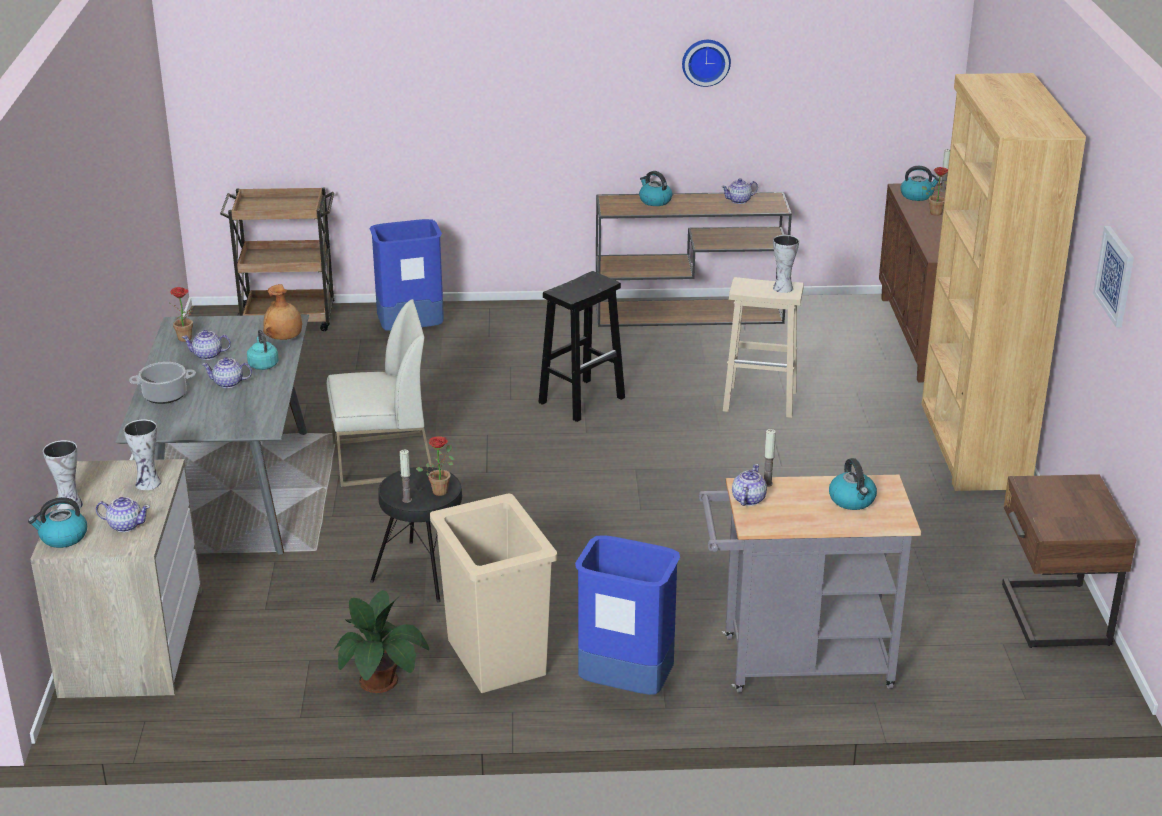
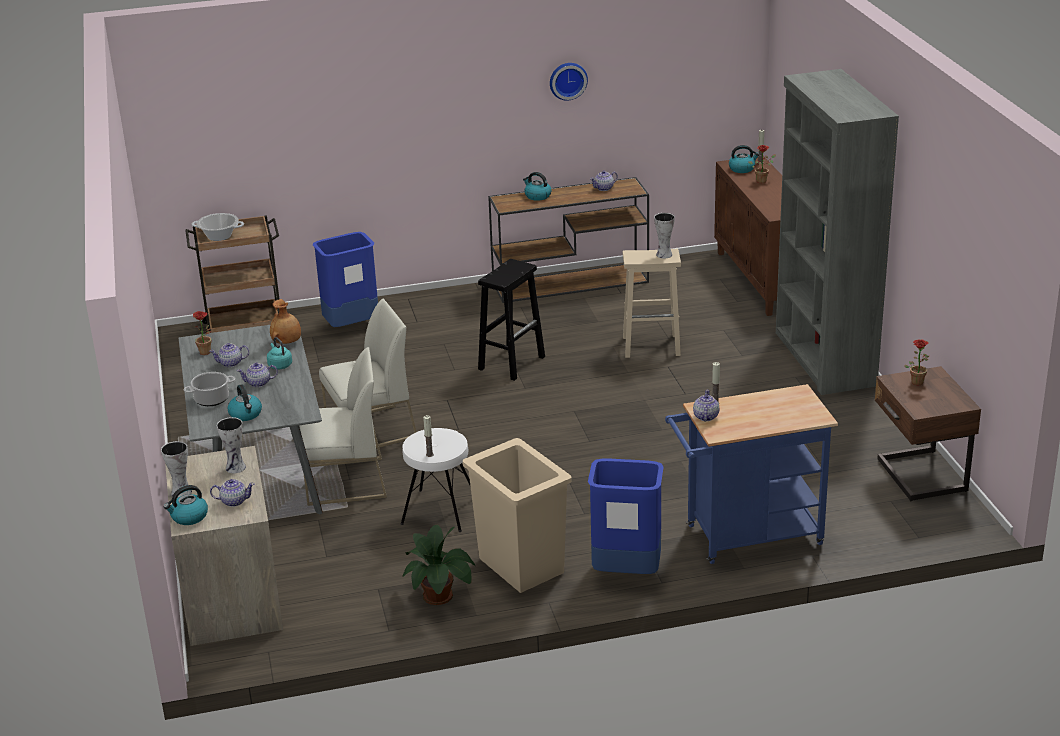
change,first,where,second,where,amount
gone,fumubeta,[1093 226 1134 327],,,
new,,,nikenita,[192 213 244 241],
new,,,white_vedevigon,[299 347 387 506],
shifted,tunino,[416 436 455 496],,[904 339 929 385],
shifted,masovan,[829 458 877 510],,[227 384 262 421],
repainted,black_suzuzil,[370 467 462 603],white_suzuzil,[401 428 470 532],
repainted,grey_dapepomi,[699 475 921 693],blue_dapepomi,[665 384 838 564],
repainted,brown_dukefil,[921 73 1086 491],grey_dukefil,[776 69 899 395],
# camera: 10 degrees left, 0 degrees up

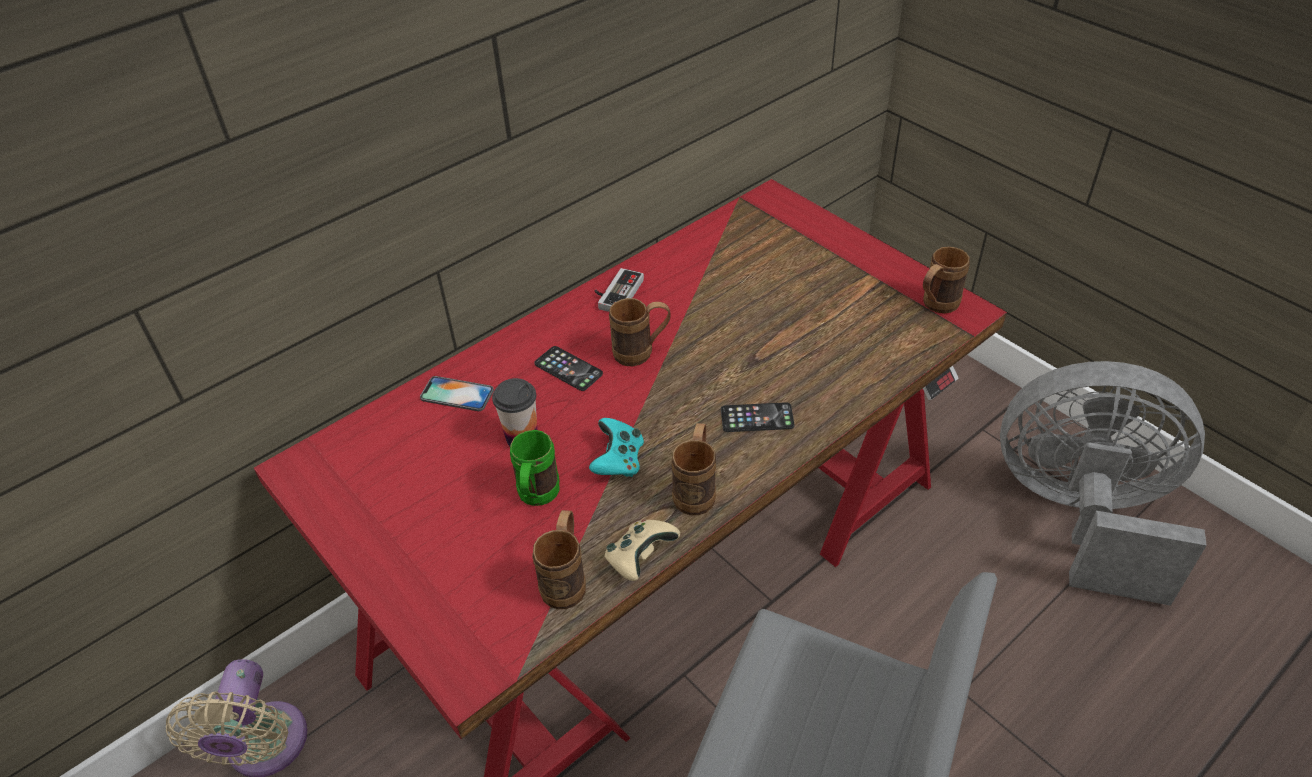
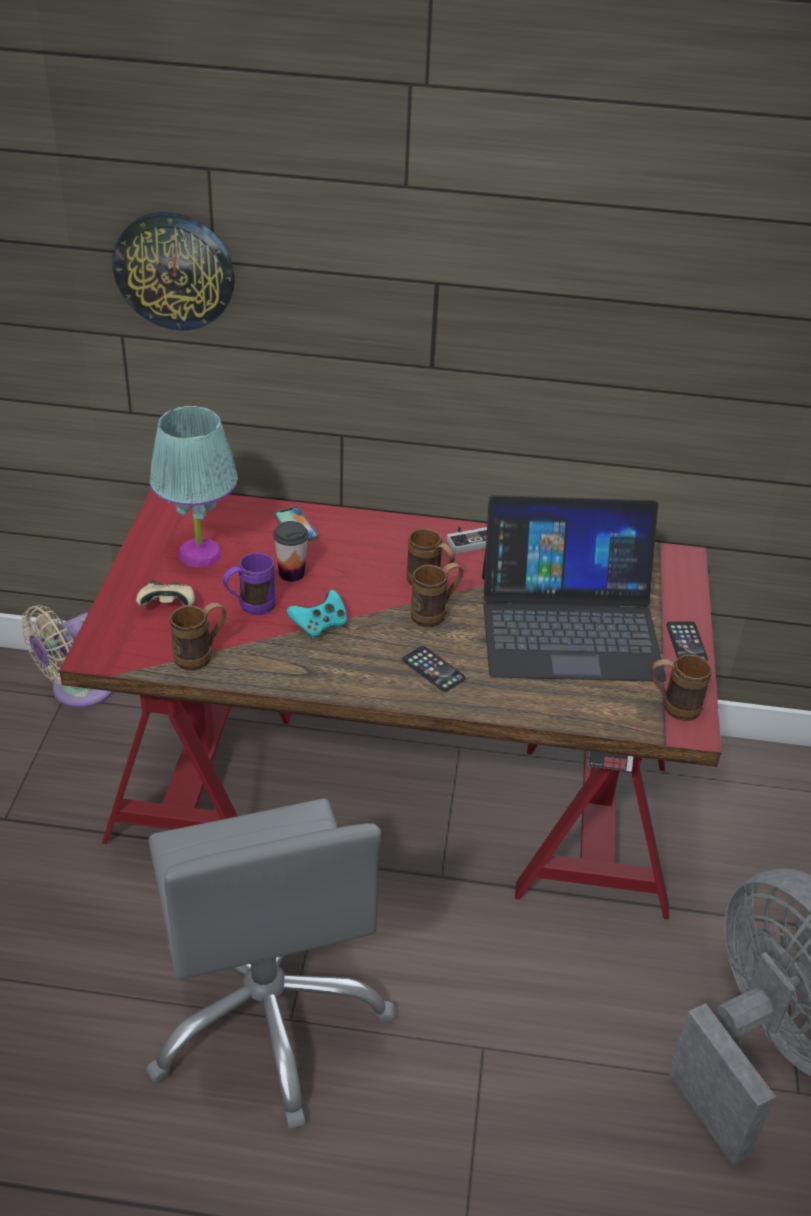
change,first,where,second,where,amount
new,,,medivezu,[112 212 235 331],
new,,,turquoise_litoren,[150 406 238 568],
new,,,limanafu,[482 495 666 682],
shifted,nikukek,[534 346 603 391],,[666 621 708 662],
shifted,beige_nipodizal,[604 519 680 581],,[136 580 195 606],
shifted,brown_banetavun,[671 423 716 515],,[411 563 464 627],
repainted,green_banetavun,[510 430 560 506],purple_banetavun,[223 553 276 615],
# camera: 45 degrees right, 5 degrees down

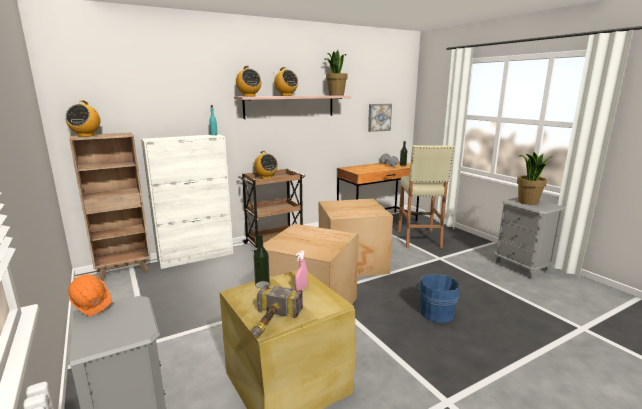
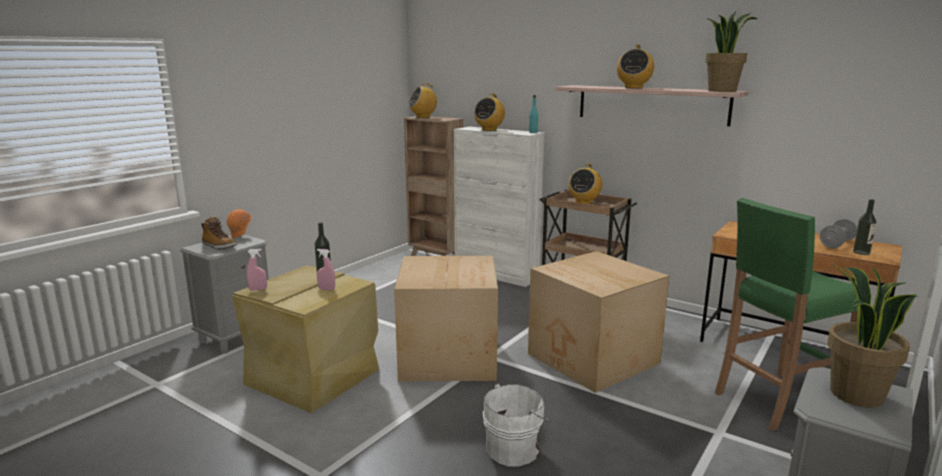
change,first,where,second,where,amount
gone,fumubeta,[368 104 392 132],,,
new,,,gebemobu,[201 217 237 250],
shifted,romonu,[236 66 261 97],,[474 93 505 131],
swapped,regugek,[252 284 303 336],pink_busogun,[247 249 267 290],
repainted,beige_suzuzil,[398 145 454 248],green_suzuzil,[715 198 858 431],
repainted,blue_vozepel,[417 274 459 323],white_vozepel,[483 384 550 467],
# camera: 65 degrees right, 0 degrees up

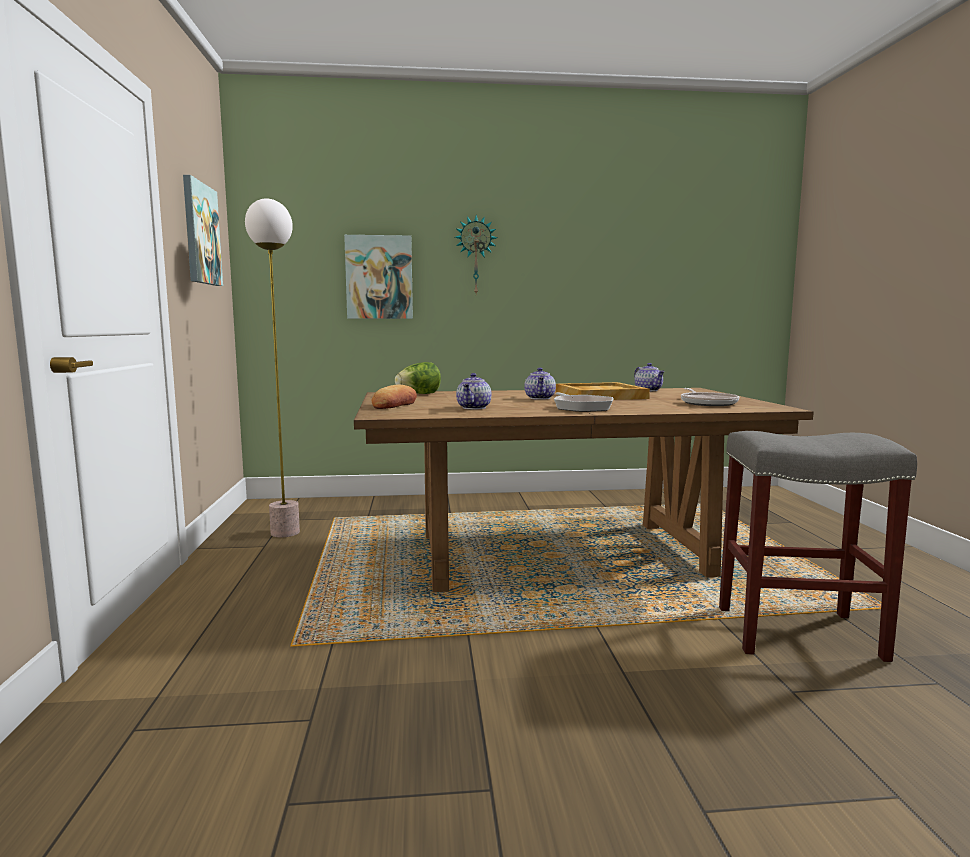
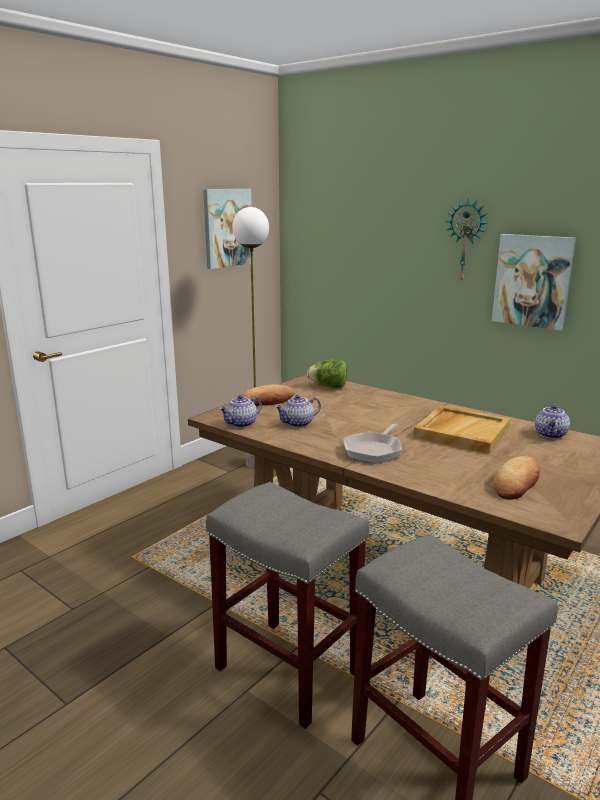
change,first,where,second,where,amount
new,,,grey_suzuzil,[206 482 369 729],
shifted,fumubeta,[344 235 413 319],,[492 234 576 331],
shifted,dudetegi,[524 368 556 400],,[219 395 262 428],
swapped,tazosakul,[681 388 739 406],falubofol,[493 456 540 500],
# camera: 45 degrees right, 10 degrees up

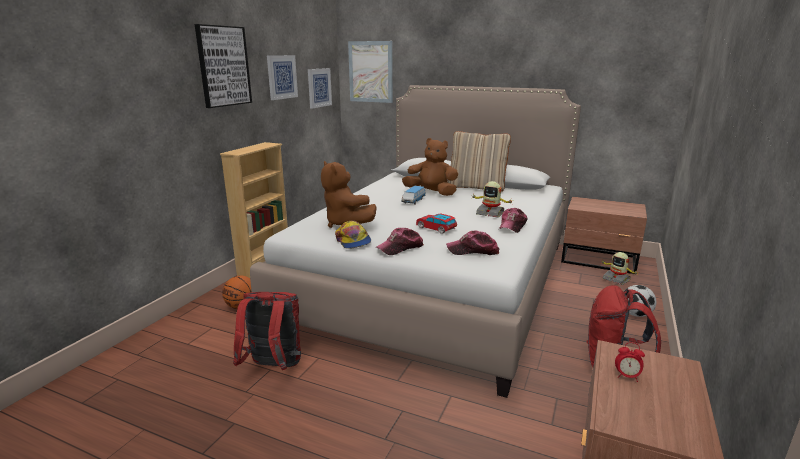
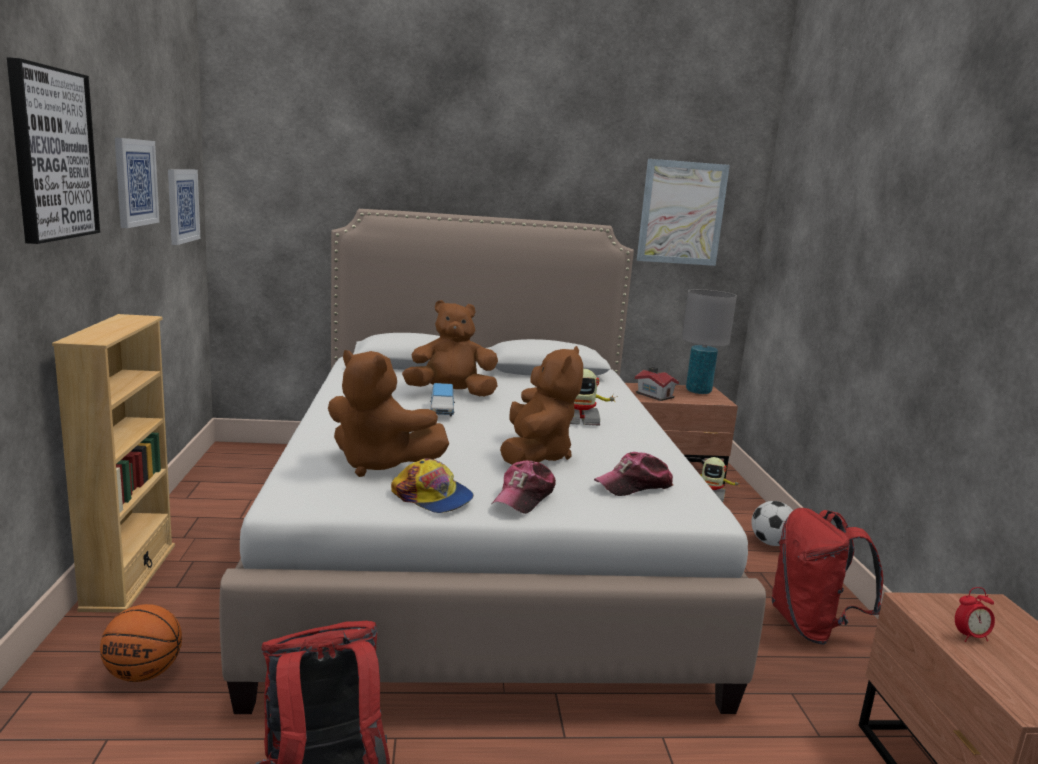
change,first,where,second,where,amount
gone,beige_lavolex,[448 131 511 192],,,
gone,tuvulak,[499 208 527 233],,,
new,,,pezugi,[635 367 679 401],
new,,,grey_litoren,[682 289 737 394],
shifted,fumubeta,[348 41 393 103],,[637 159 730 266],
swapped,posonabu,[416 213 457 234],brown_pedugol,[500 346 583 465],
# camera: 30 degrees left, 5 degrees down

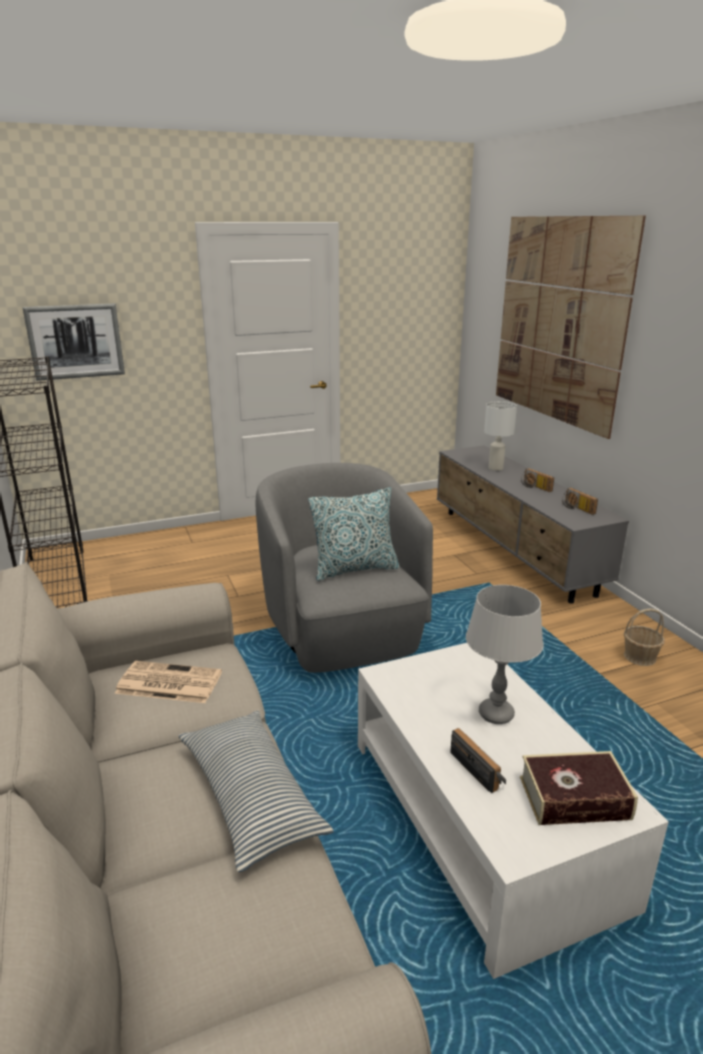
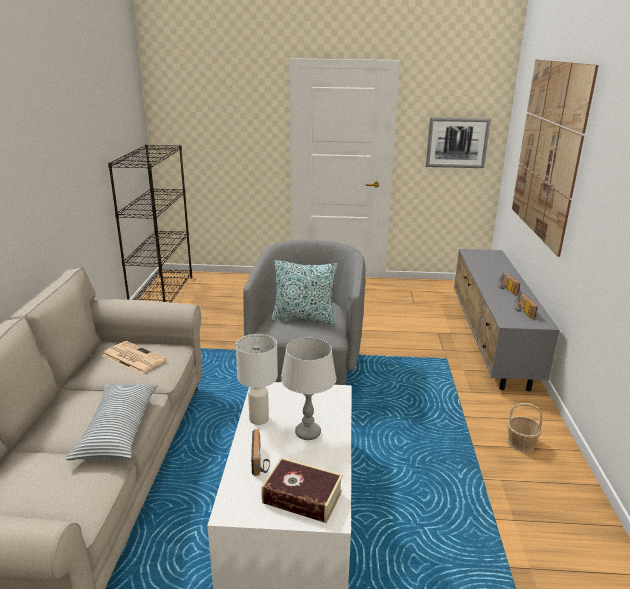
change,first,where,second,where,amount
shifted,fumubeta,[22 304 125 381],,[426 117 491 168],
shifted,white_litoren,[484 401 517 471],,[236 334 278 425],
# camera: 25 degrees right, 0 degrees up

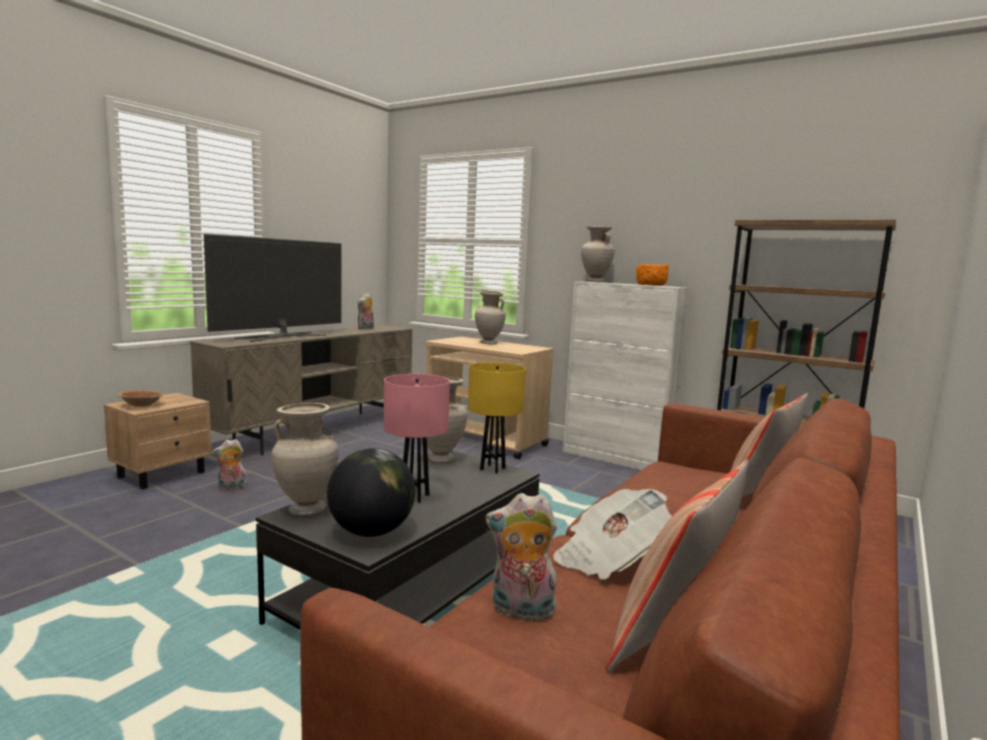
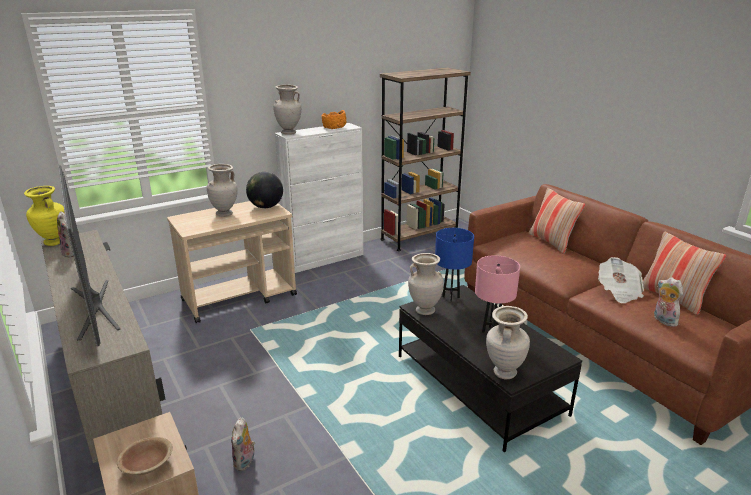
change,first,where,second,where,amount
new,,,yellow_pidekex,[24 186 64 246],
shifted,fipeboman,[327 448 415 537],,[246 172 283 208],
repainted,yellow_litoren,[468 362 526 474],blue_litoren,[435 228 474 302],
rotated,pedugol,[486 493 558 625],,[654 277 683 327],120 degrees clockwise
# camera: 65 degrees left, 15 degrees up

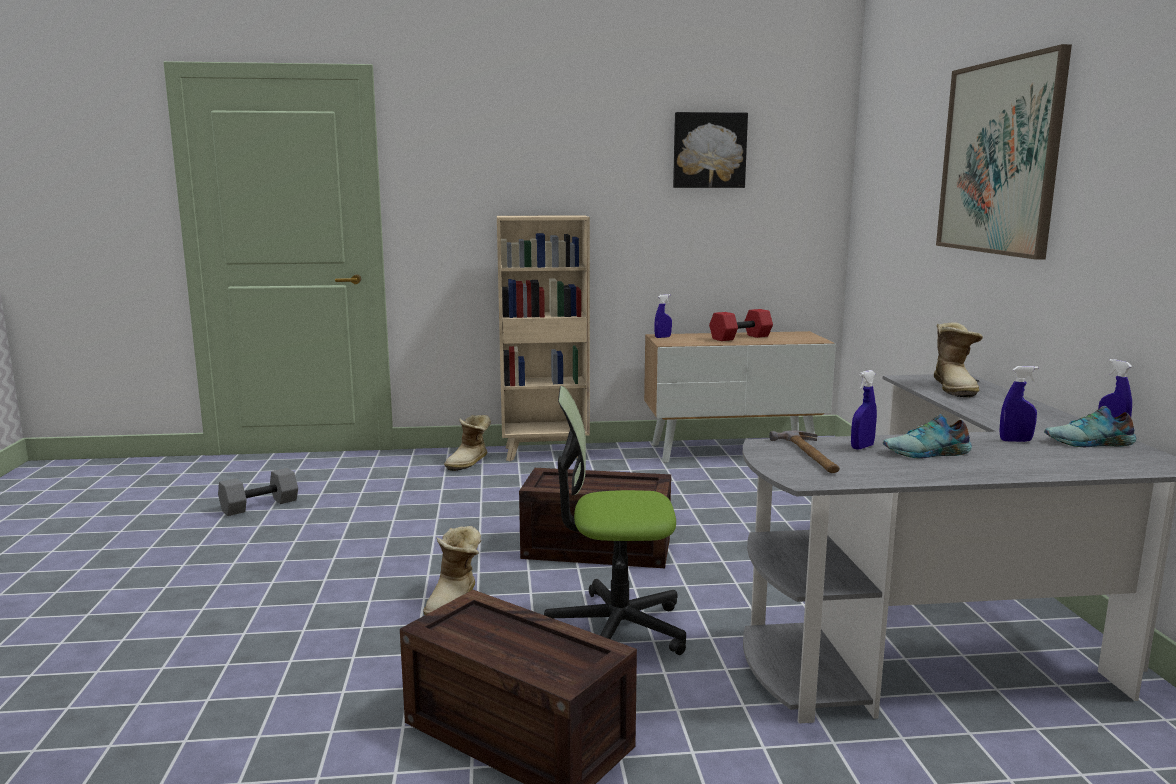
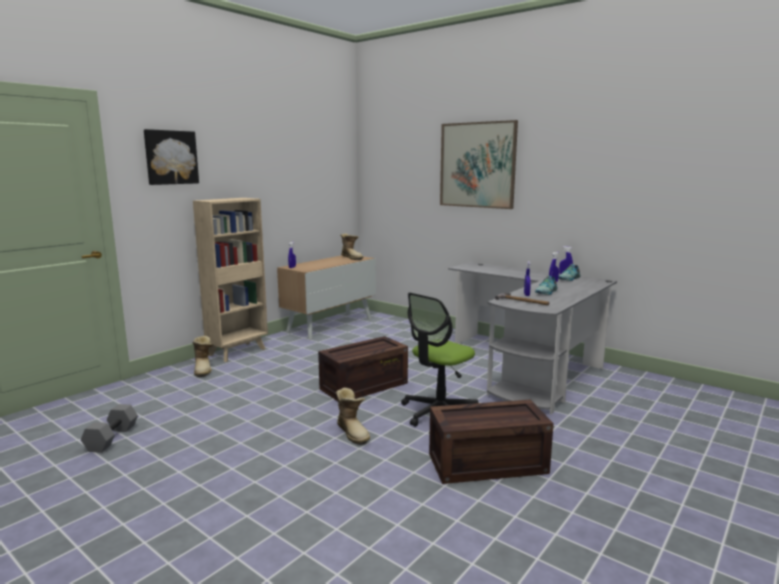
change,first,where,second,where,amount
gone,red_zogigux,[709 309 773 341],,,
shifted,fumubeta,[673 112 748 188],,[144 129 199 185],
shifted,gebemobu,[934 322 983 397],,[340 233 363 260],
# camera: 45 degrees left, 0 degrees up

